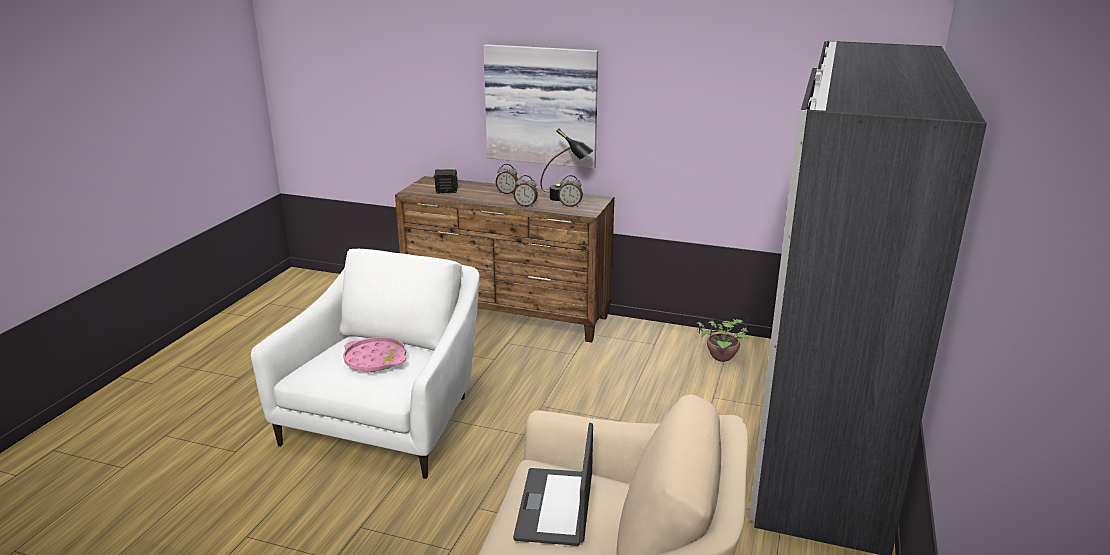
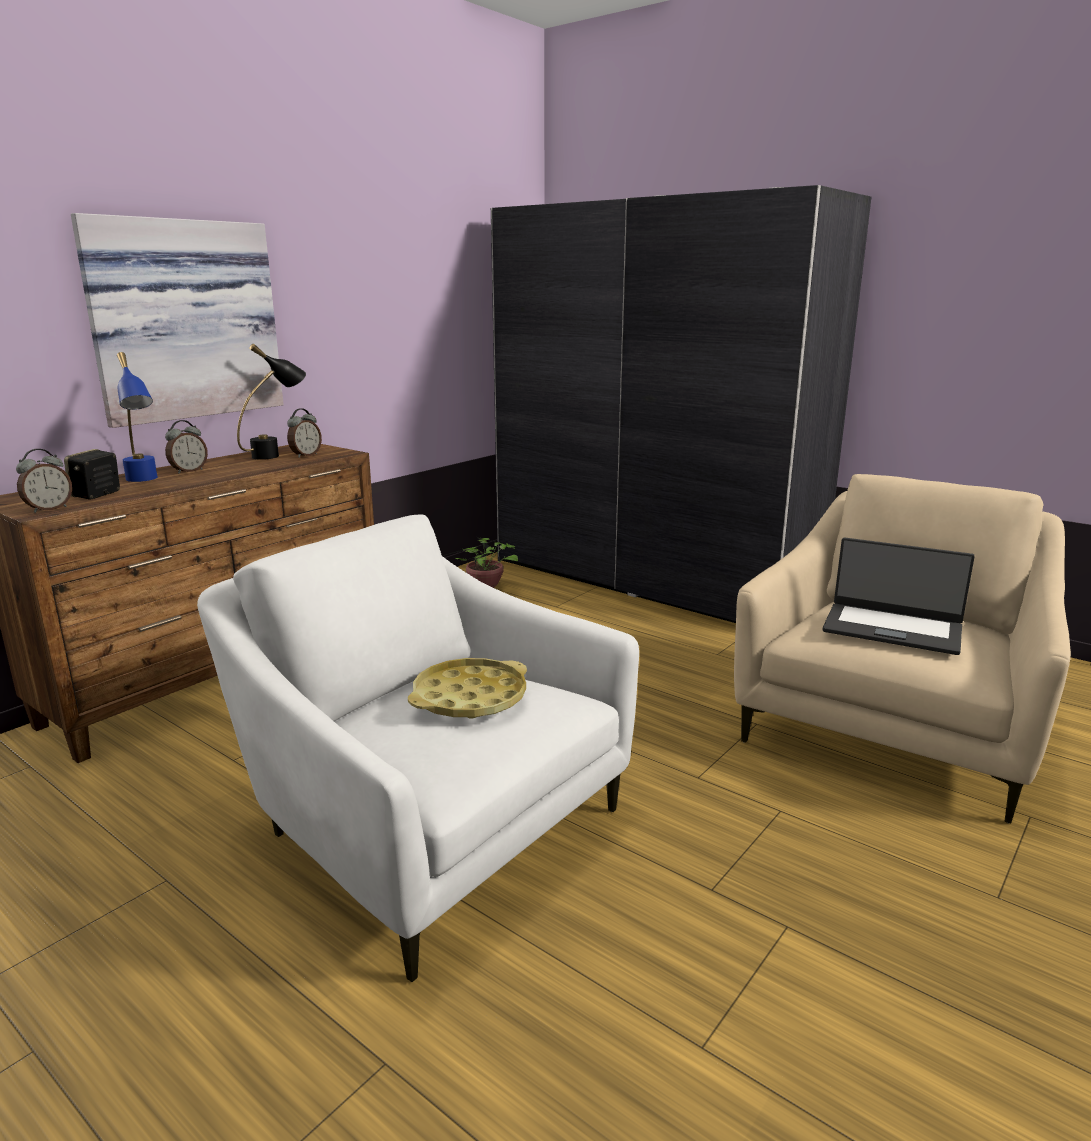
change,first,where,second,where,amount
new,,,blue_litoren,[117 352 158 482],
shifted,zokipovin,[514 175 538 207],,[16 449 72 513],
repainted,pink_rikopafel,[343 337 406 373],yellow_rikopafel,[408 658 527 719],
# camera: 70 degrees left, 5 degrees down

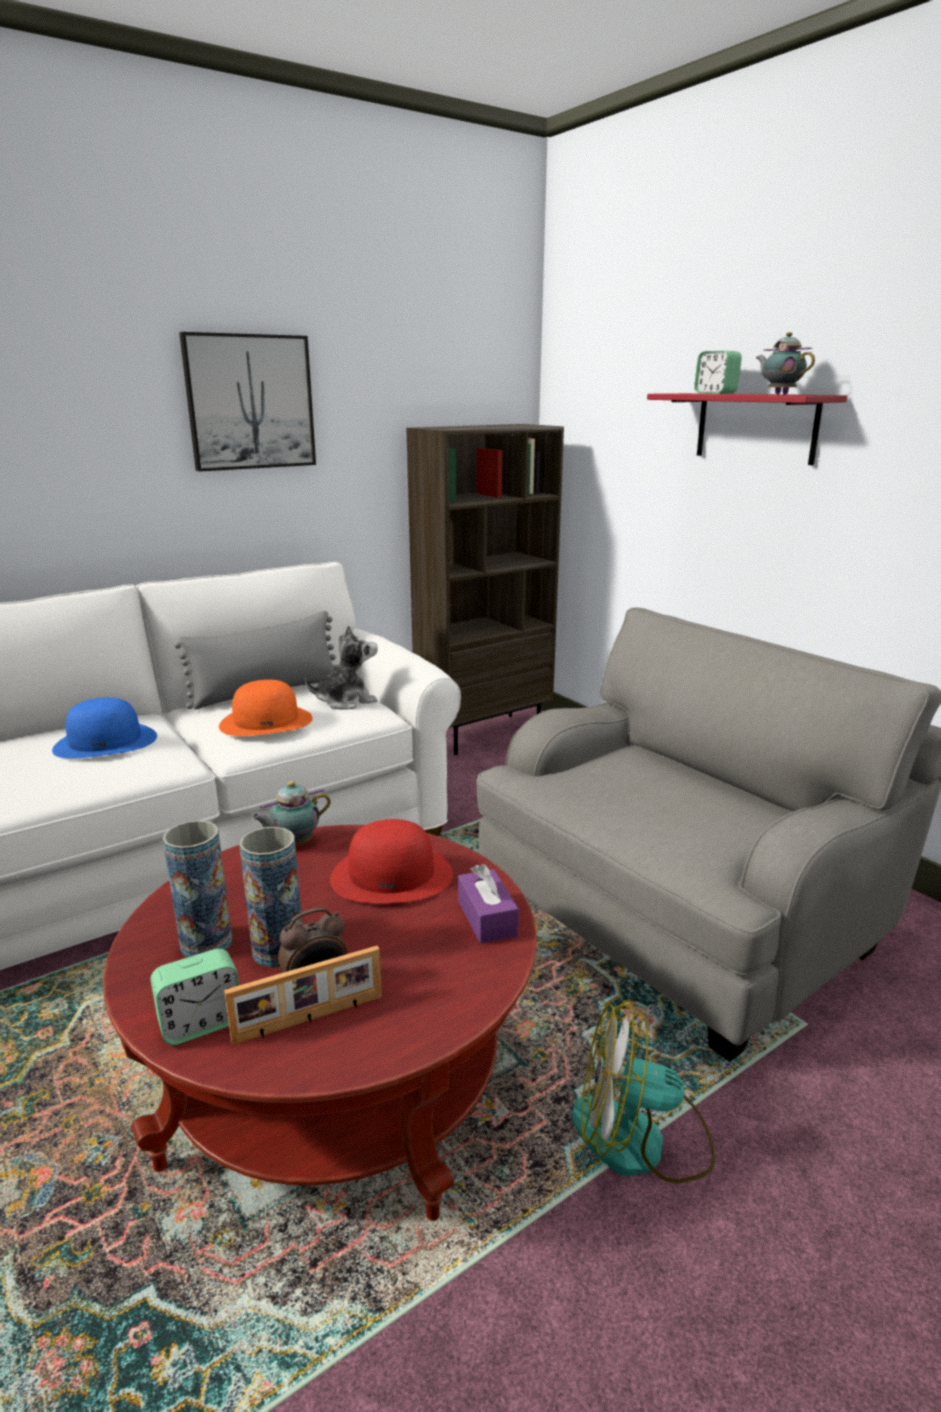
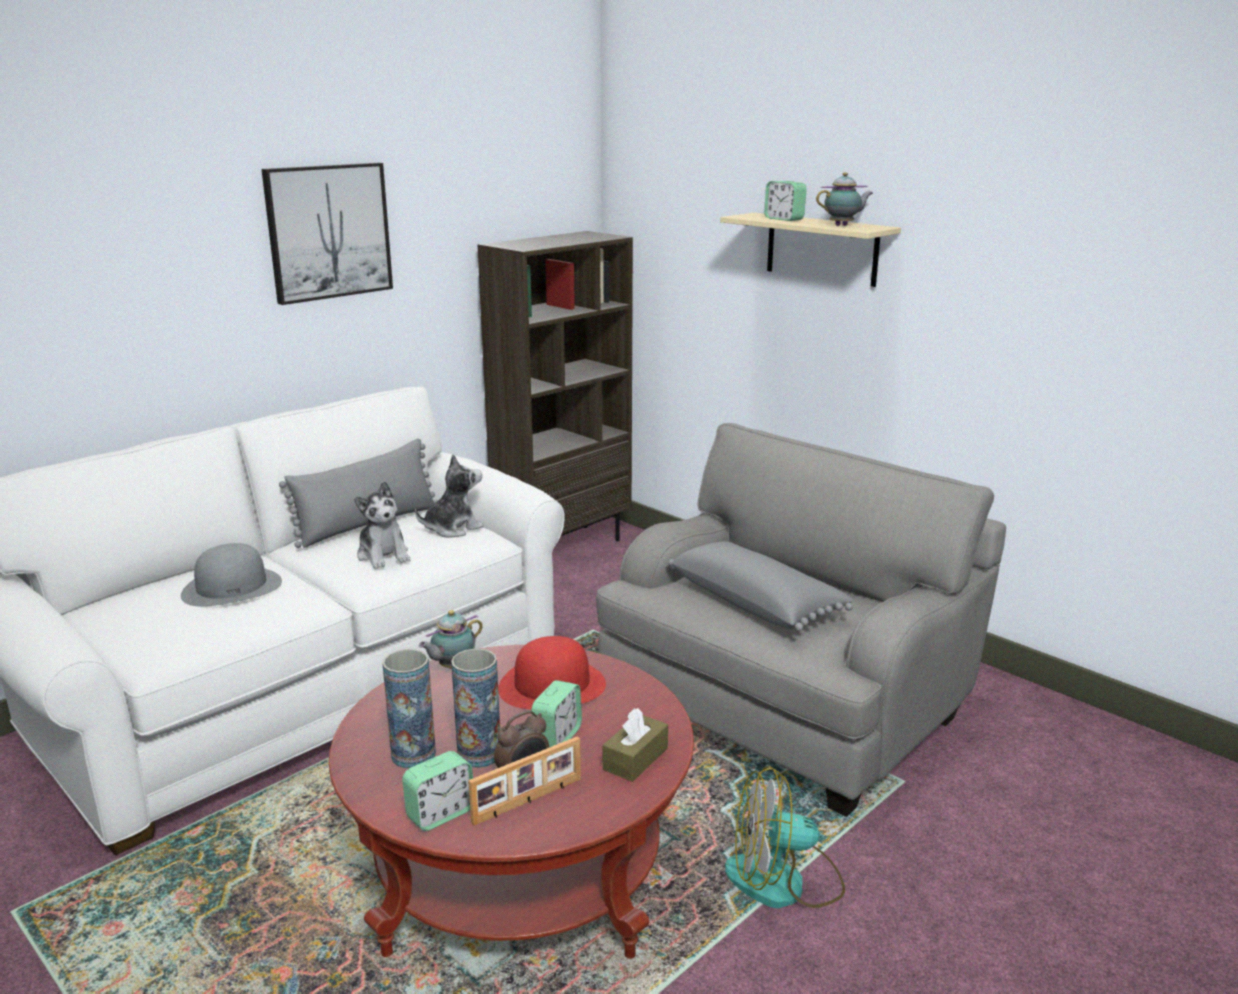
change,first,where,second,where,amount
gone,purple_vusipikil,[458 864 519 944],,,
new,,,zokipovin,[531 680 582 747],
new,,,brown_vusipikil,[603 708 668 782],
new,,,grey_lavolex,[668 541 854 631],
swapped,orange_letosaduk,[219 679 313 736],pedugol,[354 481 410 569],
repainted,blue_letosaduk,[52 697 157 759],grey_letosaduk,[181 543 282 607],
repainted,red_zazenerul,[647 393 847 465],beige_zazenerul,[720 213 901 287],
rotated,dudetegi,[756 332 815 394],,[816 172 873 226],120 degrees clockwise
# camera: 10 degrees left, 0 degrees up

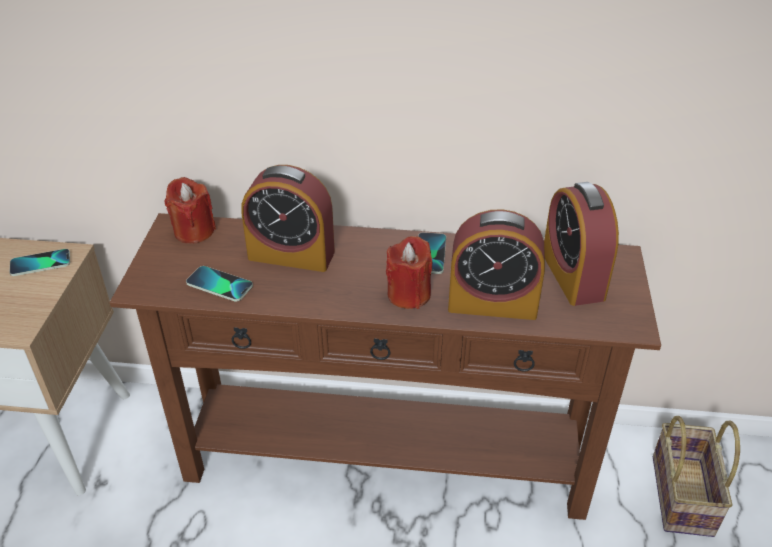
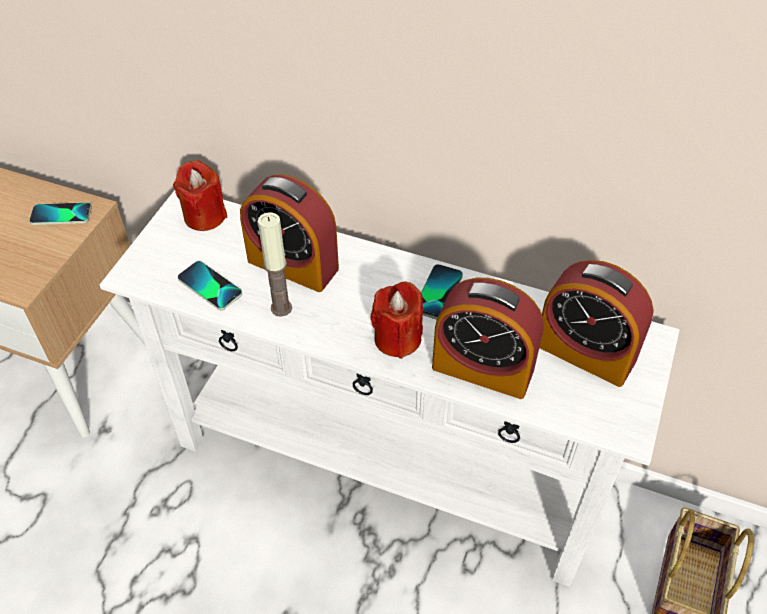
change,first,where,second,where,amount
new,,,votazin,[258 212 292 317],
repainted,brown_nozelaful,[109 213 661 520],white_nozelaful,[99 190 680 587],
rotated,zokipovin,[544 182 619 306],,[539 260 654 387],60 degrees counterclockwise
# camera: 15 degrees right, 10 degrees up

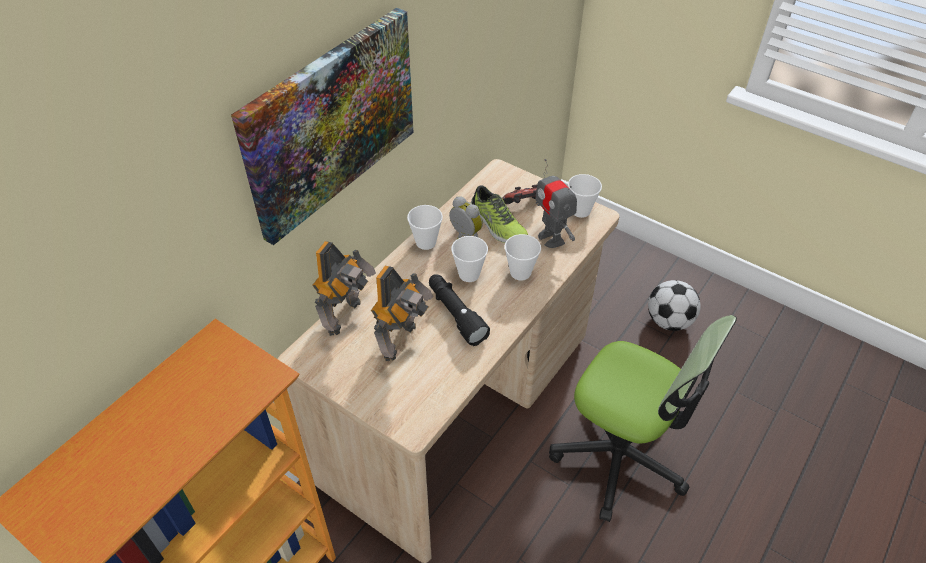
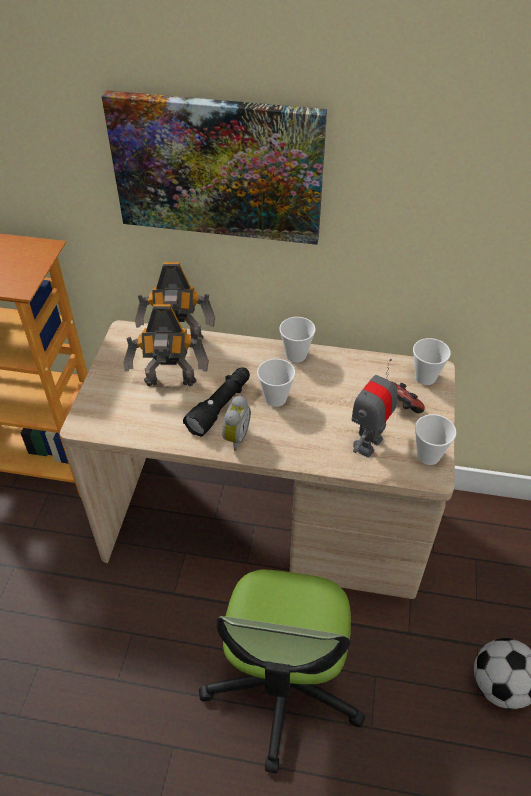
change,first,where,second,where,amount
gone,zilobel,[471 185 528 243],,,
shifted,zokipovin,[449 196 483 239],,[222 396 251 451],
shifted,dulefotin,[505 234 541 281],,[413 338 451 385],
# camera: 65 degrees right, 0 degrees up

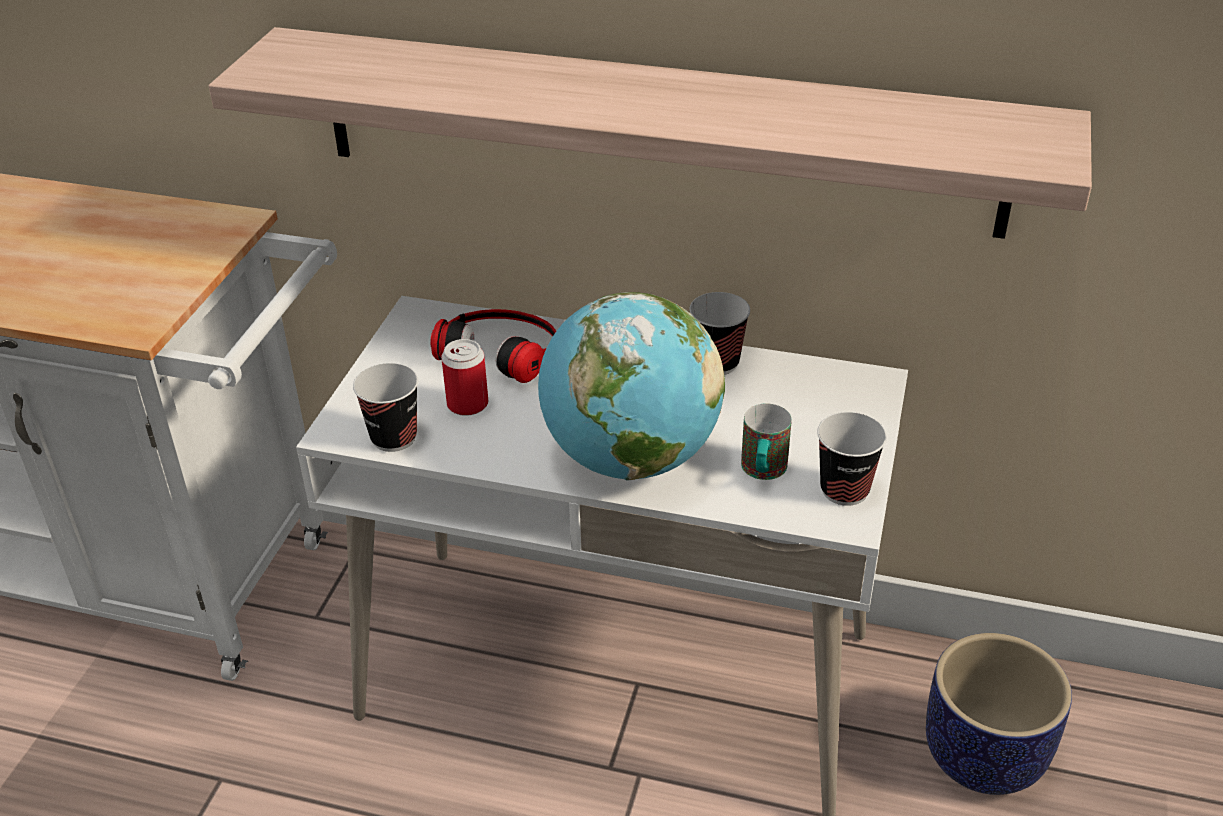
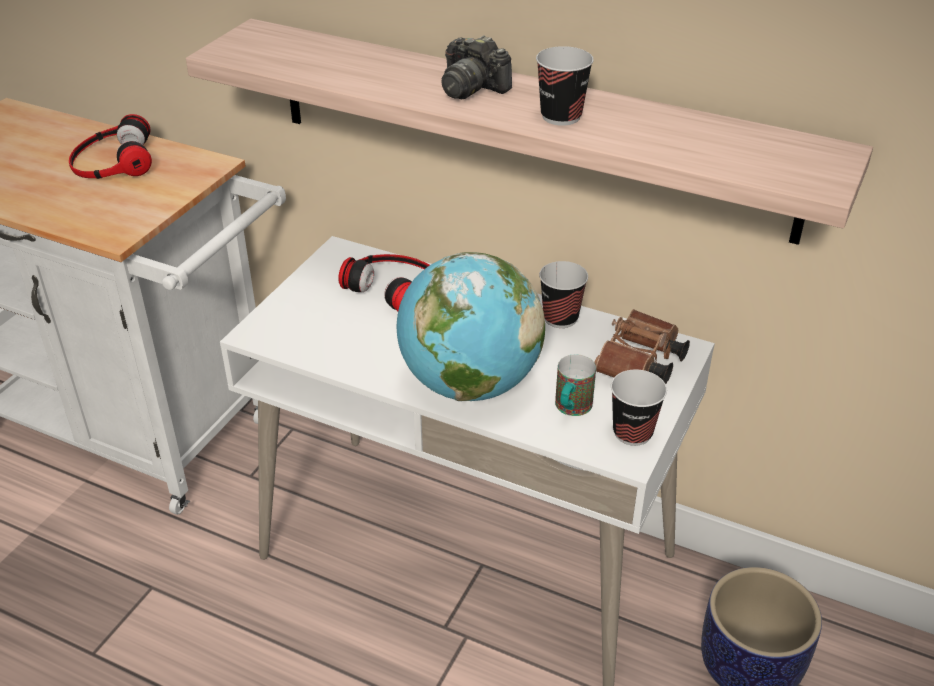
change,first,where,second,where,amount
gone,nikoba,[441 339 488 416],,,
new,,,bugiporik,[69 114 152 179],
new,,,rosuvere,[442 35 512 99],
new,,,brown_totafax,[594 309 690 384],
shifted,dulefotin,[353 363 418 452],,[536 46 594 126],
# camera: 10 degrees right, 0 degrees up

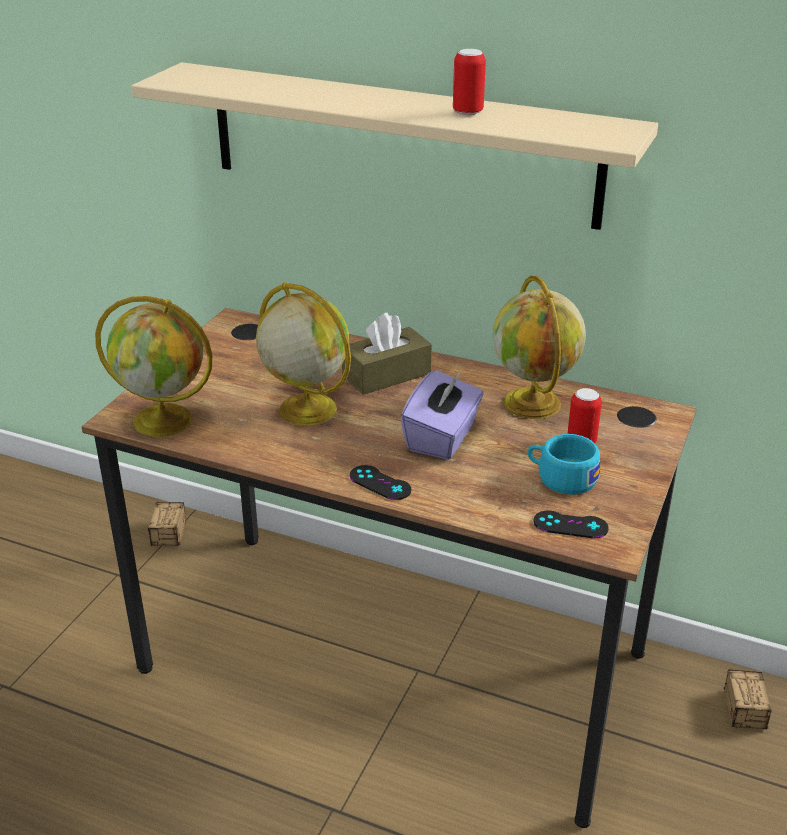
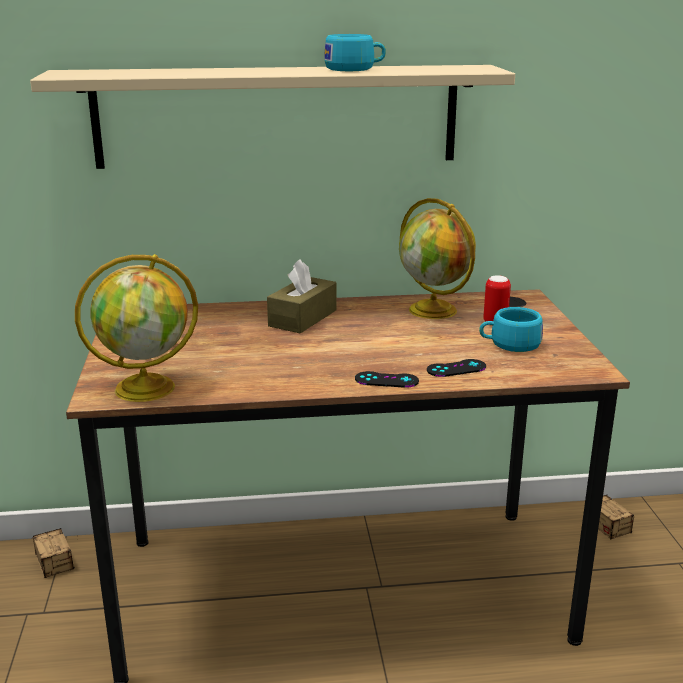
change,first,where,second,where,amount
gone,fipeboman,[256 282 351 425],,,
gone,purple_vusipikil,[401 370 484 460],,,
shifted,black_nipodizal,[534 511 609 538],,[427 359 486 377],
swapped,nikoba,[453 49 486 115],turquoise_dulefotin,[324 34 386 71],
# camera: 30 degrees left, 10 degrees down

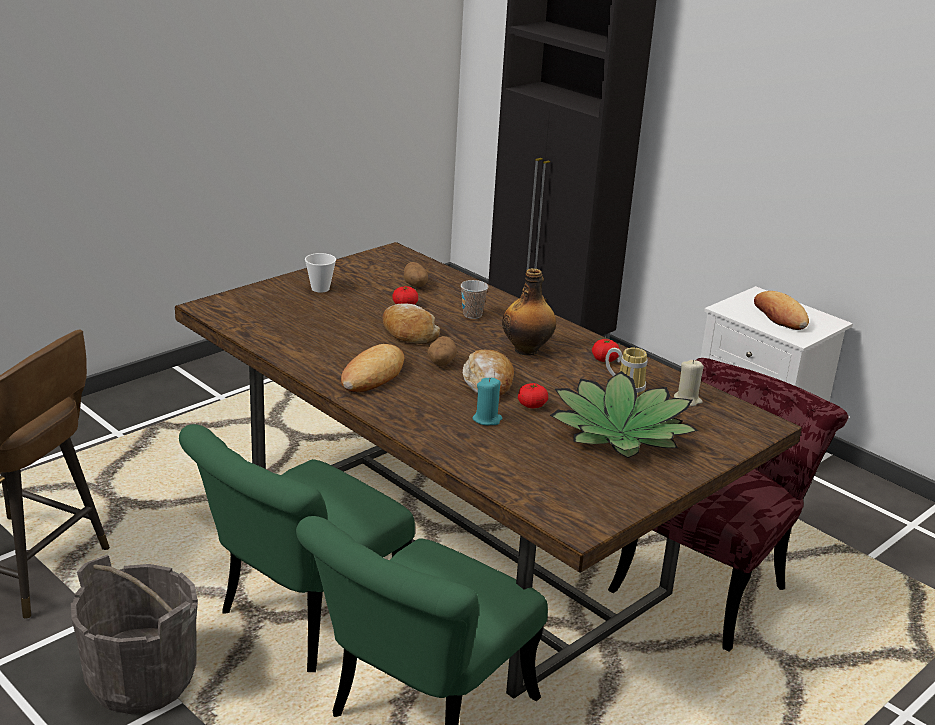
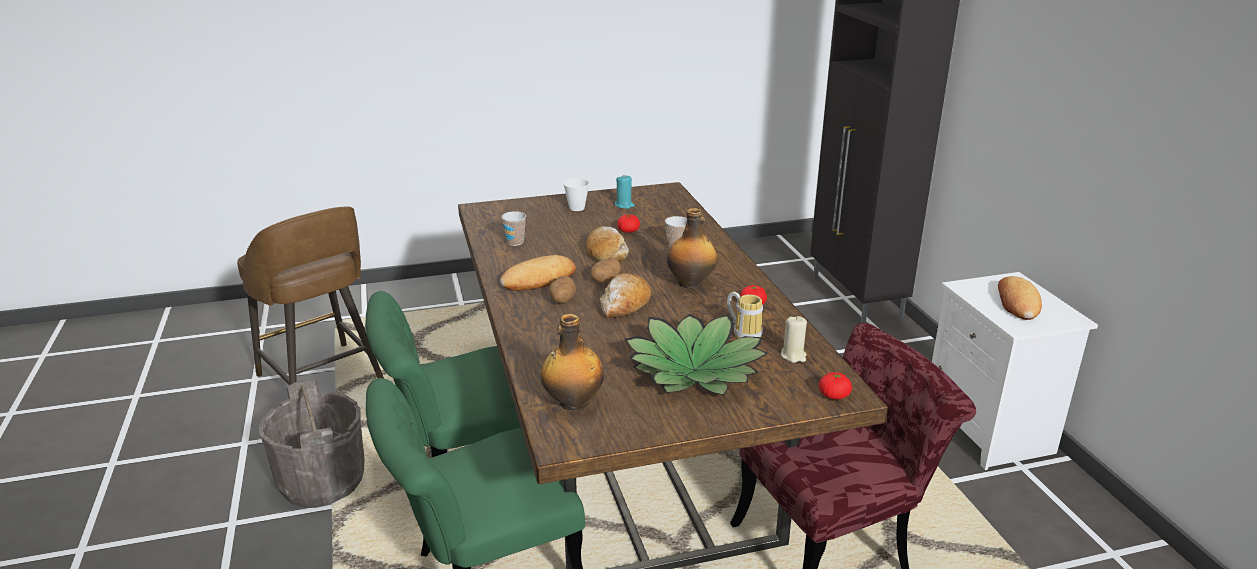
change,first,where,second,where,amount
new,,,dulefotin,[501 211 526 246],
new,,,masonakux,[541 314 604 411],
shifted,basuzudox,[404 262 428 287],,[548 276 576 304],
shifted,turquoise_votazin,[472 378 503 425],,[615 175 635 209],
shifted,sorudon,[518 383 548 408],,[819 372 852 400],
# camera: 30 degrees right, 0 degrees up

